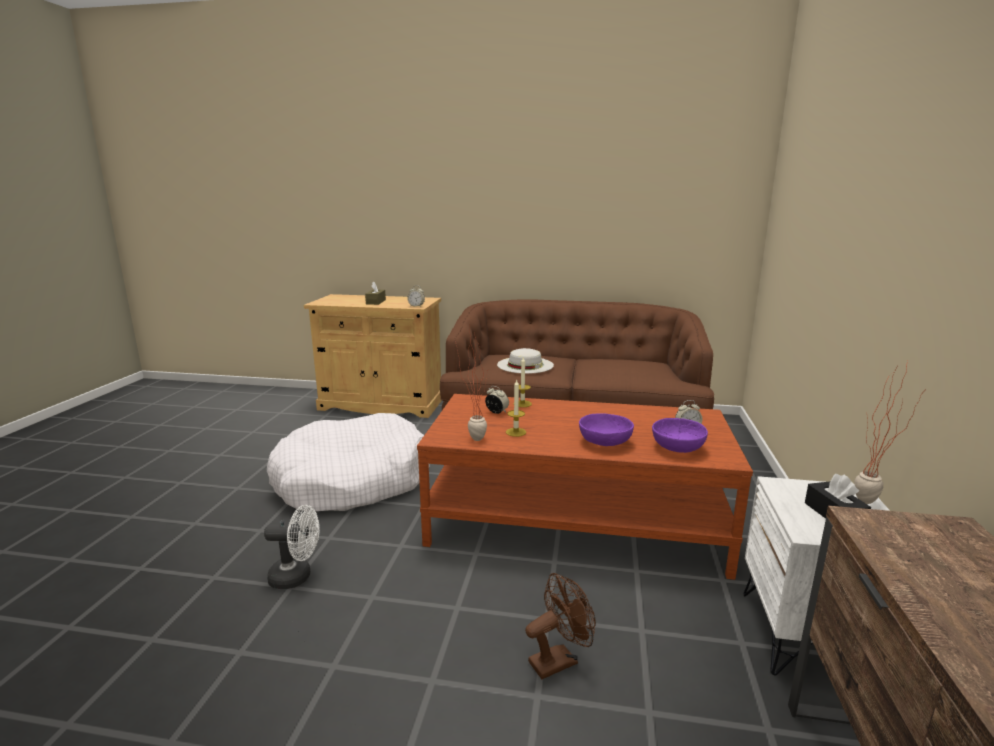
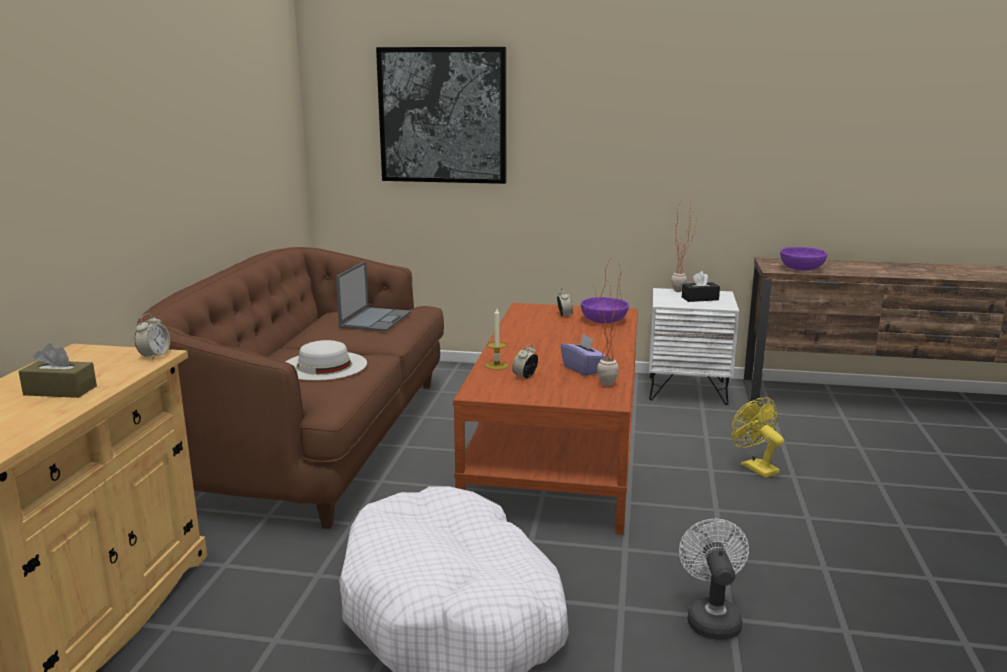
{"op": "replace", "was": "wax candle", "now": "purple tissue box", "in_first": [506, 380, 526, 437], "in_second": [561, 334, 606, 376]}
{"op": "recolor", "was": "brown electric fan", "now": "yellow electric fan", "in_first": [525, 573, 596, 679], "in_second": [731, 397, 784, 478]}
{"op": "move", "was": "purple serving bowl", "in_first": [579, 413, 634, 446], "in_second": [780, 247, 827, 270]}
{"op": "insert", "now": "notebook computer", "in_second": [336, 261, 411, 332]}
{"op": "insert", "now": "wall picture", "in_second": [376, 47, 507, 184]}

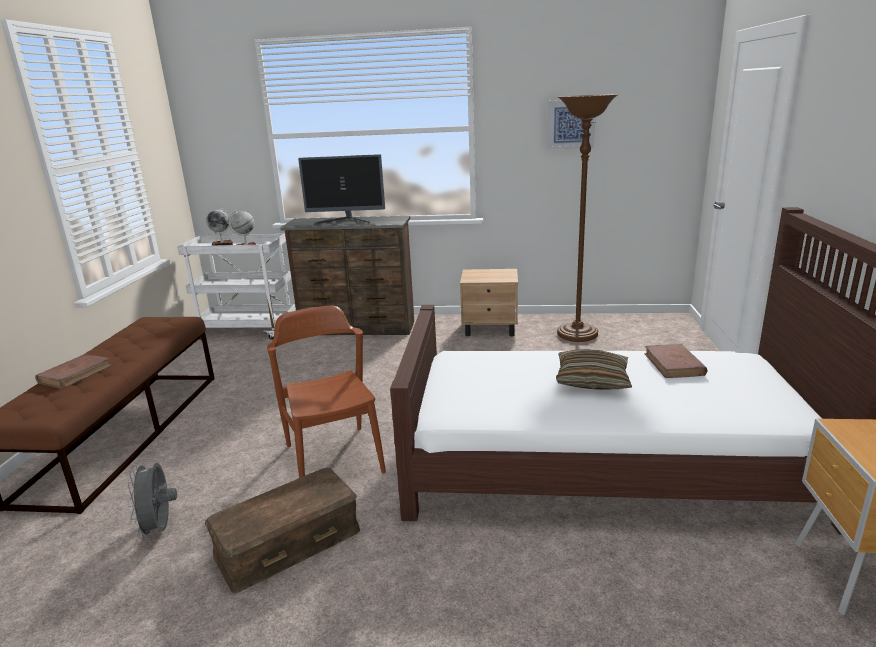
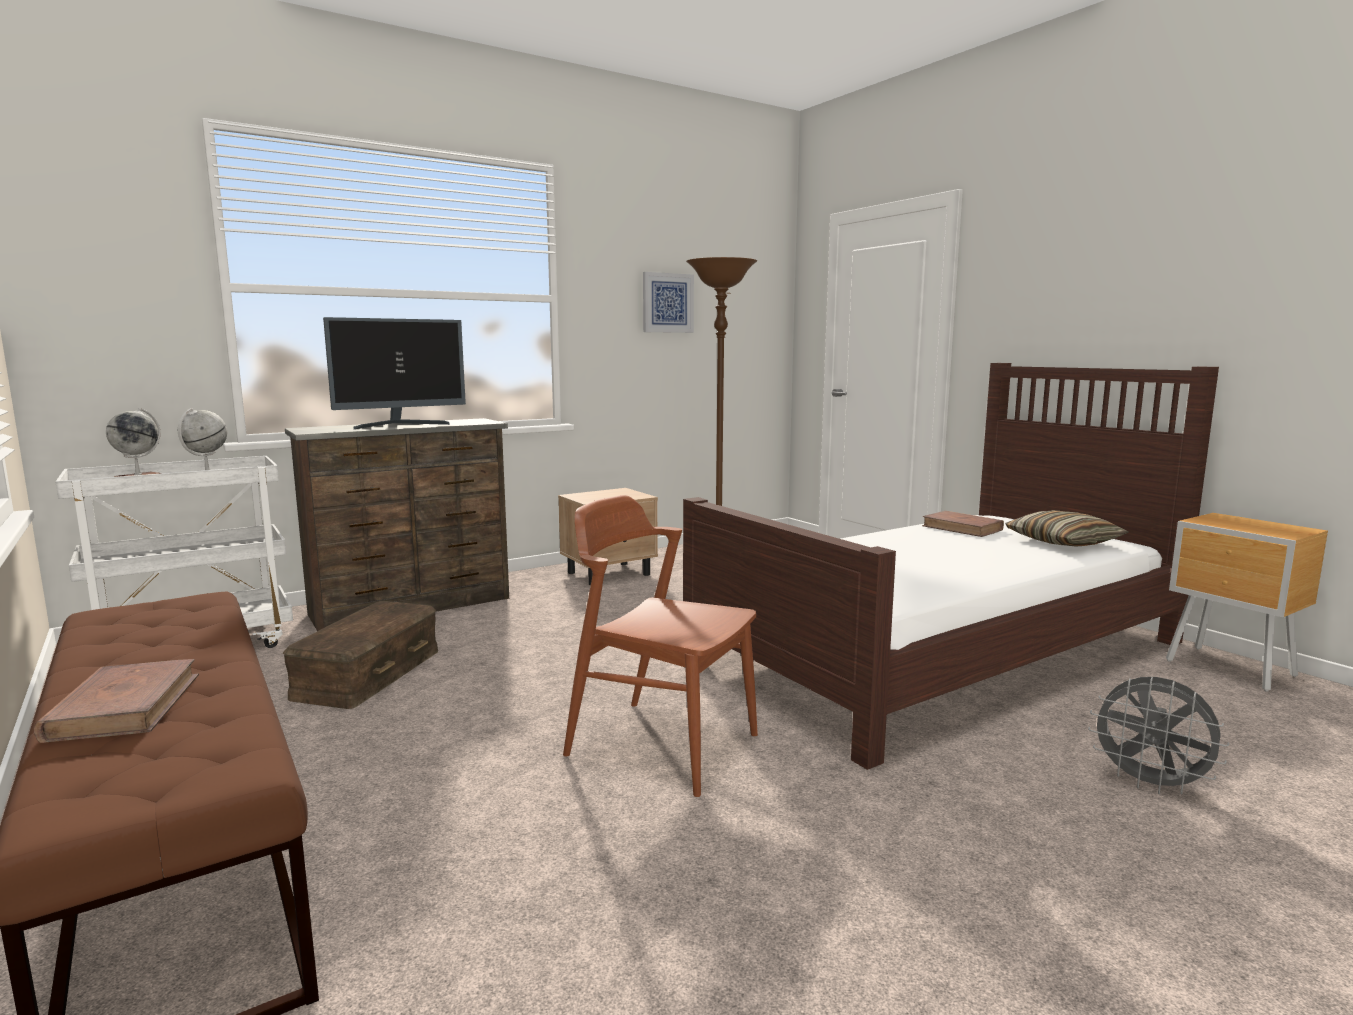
{"op": "move", "was": "greyish electric fan", "in_first": [128, 461, 177, 539], "in_second": [1088, 677, 1229, 794]}
{"op": "move", "was": "brown storage bin", "in_first": [205, 468, 360, 594], "in_second": [283, 601, 438, 709]}
{"op": "move", "was": "throw pillow", "in_first": [556, 349, 632, 390], "in_second": [1005, 510, 1129, 547]}

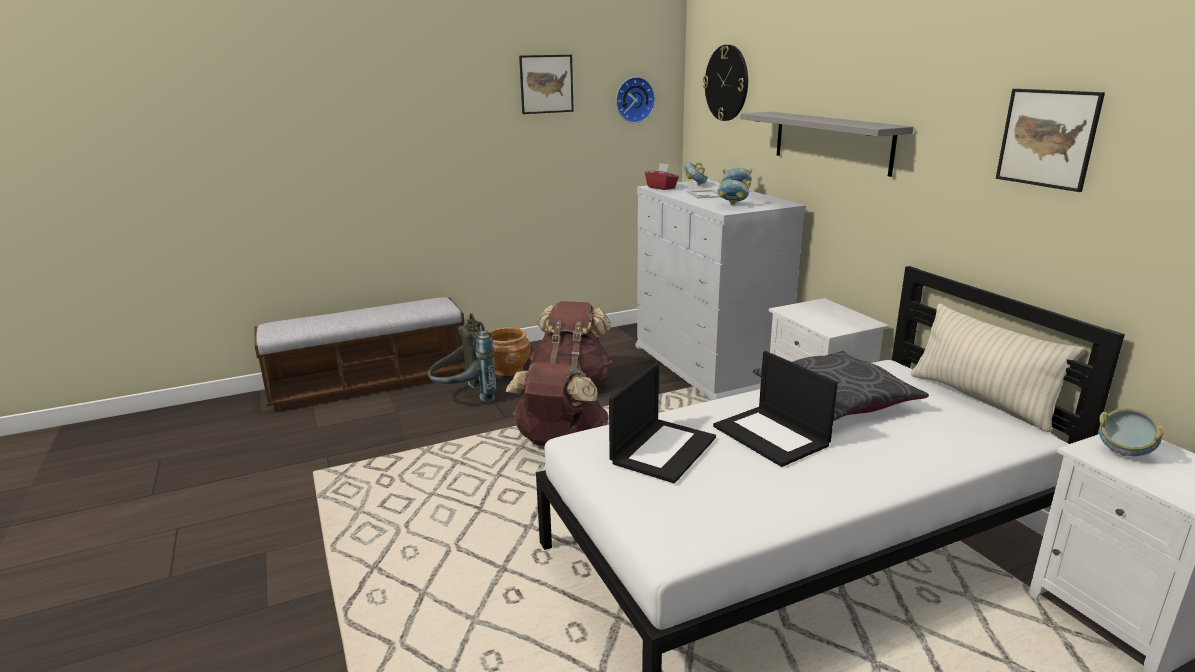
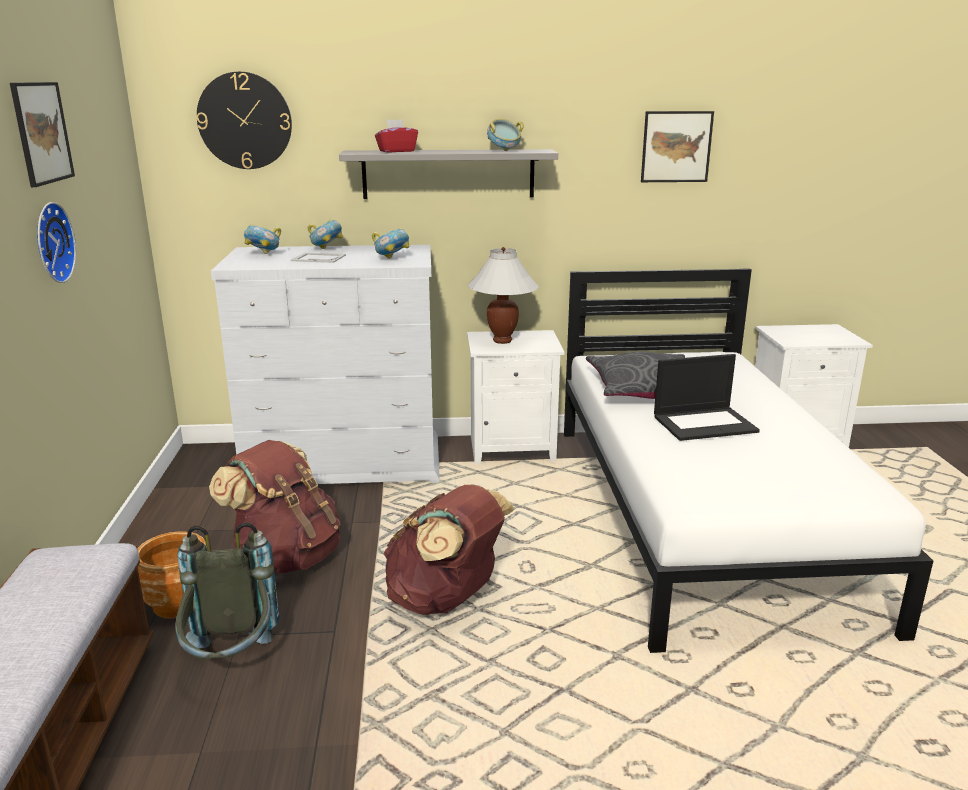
{"op": "delete", "was": "notebook computer", "in_first": [609, 363, 716, 483]}
{"op": "move", "was": "hanging clock", "in_first": [616, 77, 655, 123], "in_second": [37, 202, 76, 283]}
{"op": "move", "was": "red tissue box", "in_first": [645, 163, 679, 190], "in_second": [375, 119, 418, 152]}
{"op": "delete", "was": "beige throw pillow", "in_first": [911, 303, 1084, 432]}
{"op": "move", "was": "serving bowl", "in_first": [1099, 408, 1164, 456], "in_second": [487, 119, 524, 151]}
{"op": "insert", "now": "white lamp for a table", "in_second": [468, 247, 539, 344]}

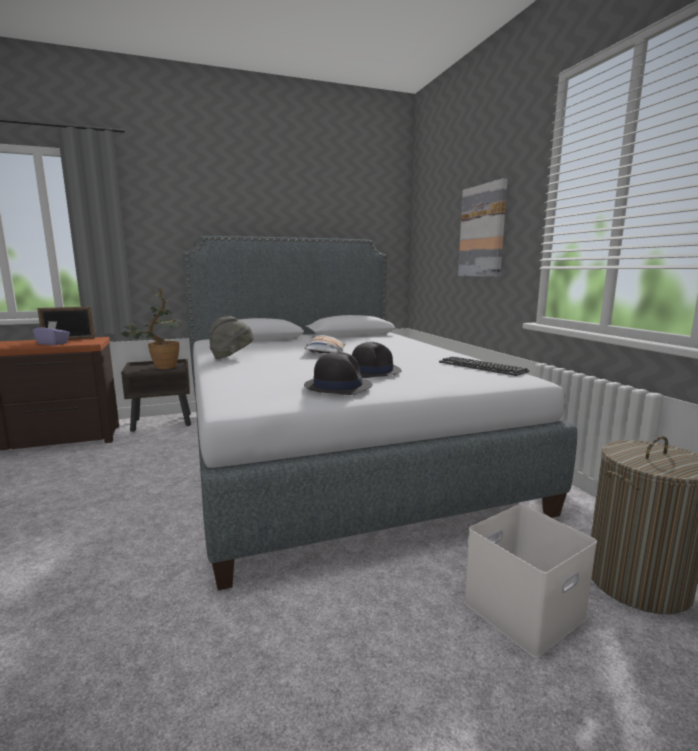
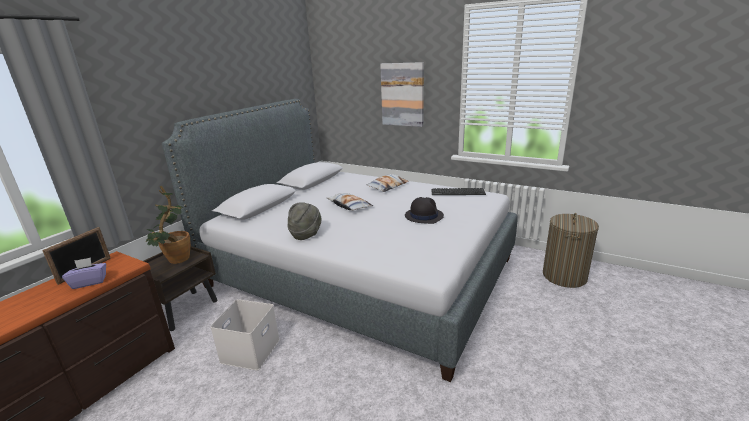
{"op": "delete", "was": "black-coloured wearable hat", "in_first": [304, 352, 373, 395]}
{"op": "move", "was": "white storage bin", "in_first": [464, 504, 597, 658], "in_second": [210, 299, 280, 370]}
{"op": "insert", "now": "throw pillow", "in_second": [366, 174, 408, 192]}

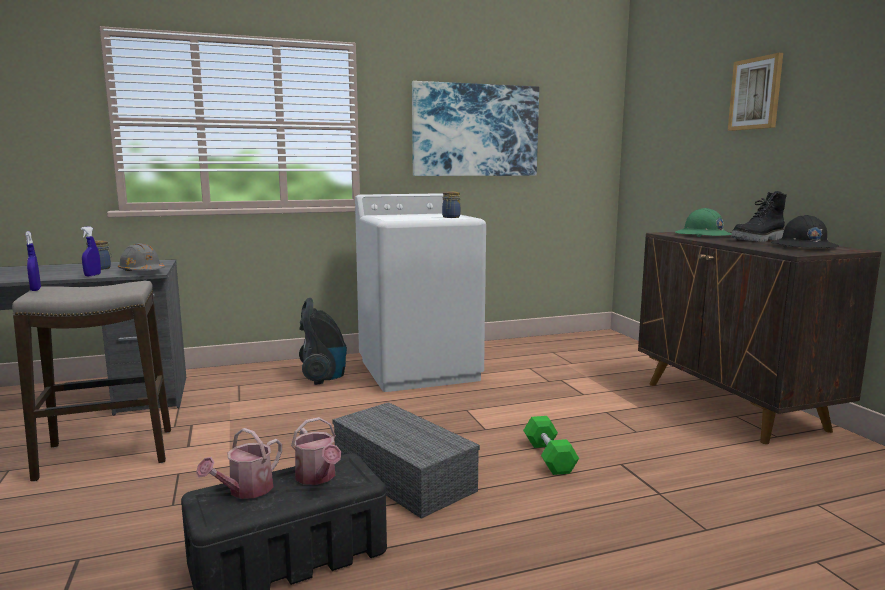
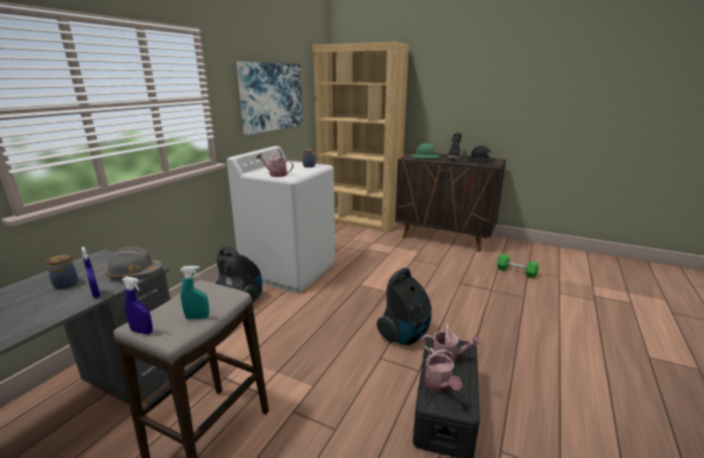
{"op": "replace", "was": "greyish storage bin", "now": "hoover", "in_first": [332, 402, 480, 519], "in_second": [377, 268, 432, 346]}
{"op": "move", "was": "greenish hand weight", "in_first": [523, 416, 579, 475], "in_second": [497, 254, 539, 278]}
{"op": "delete", "was": "wall picture", "in_first": [728, 53, 783, 131]}
{"op": "insert", "now": "turquoise sprayer", "in_second": [180, 266, 209, 319]}
{"op": "insert", "now": "sprinkling can", "in_second": [256, 149, 293, 177]}
{"op": "insert", "now": "brown bookshelf", "in_second": [312, 42, 409, 233]}

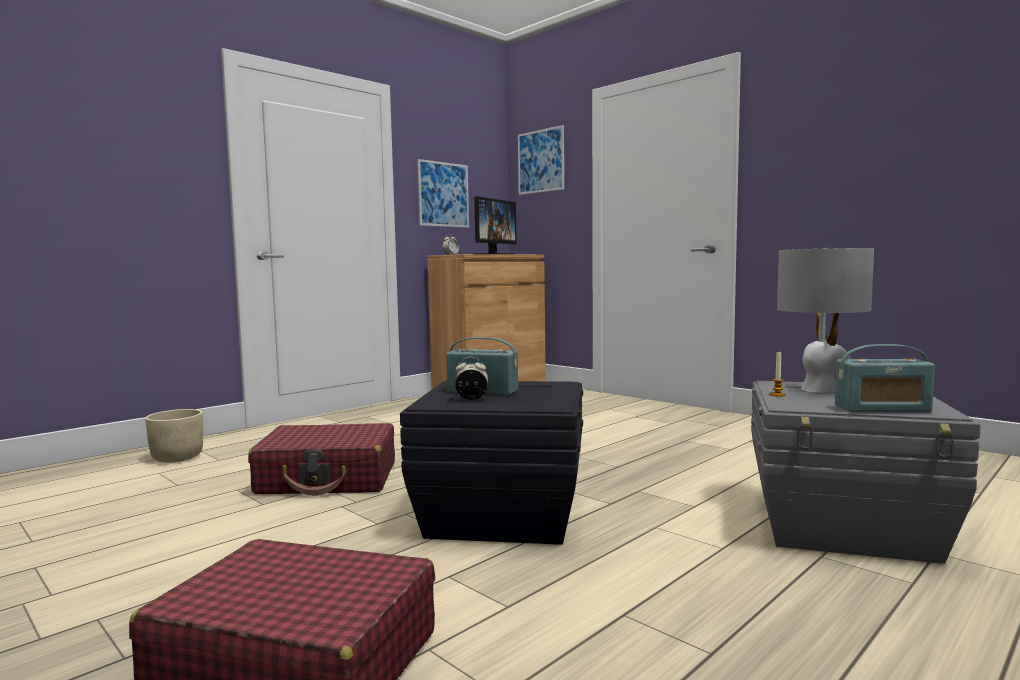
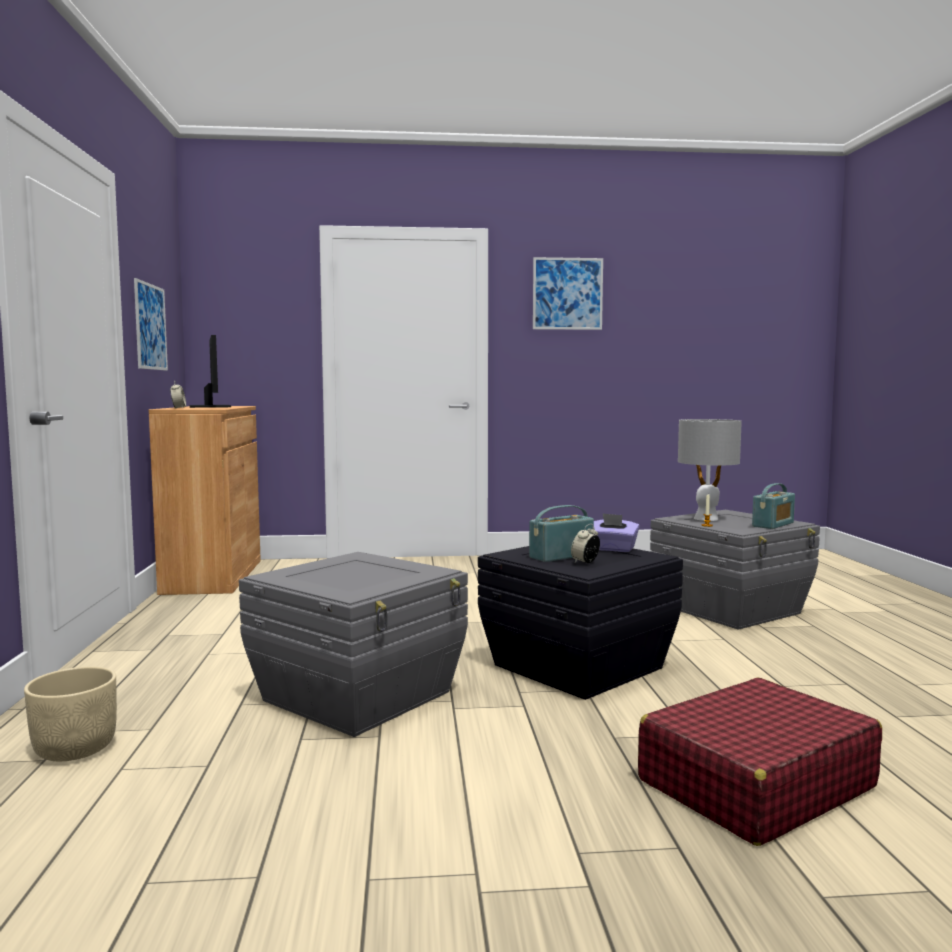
{"op": "replace", "was": "red piece of luggage", "now": "greyish storage bin", "in_first": [248, 423, 395, 496], "in_second": [239, 552, 468, 737]}
{"op": "move", "was": "wall picture", "in_first": [518, 125, 564, 195], "in_second": [533, 257, 603, 330]}
{"op": "insert", "now": "purple tissue box", "in_second": [594, 513, 639, 552]}

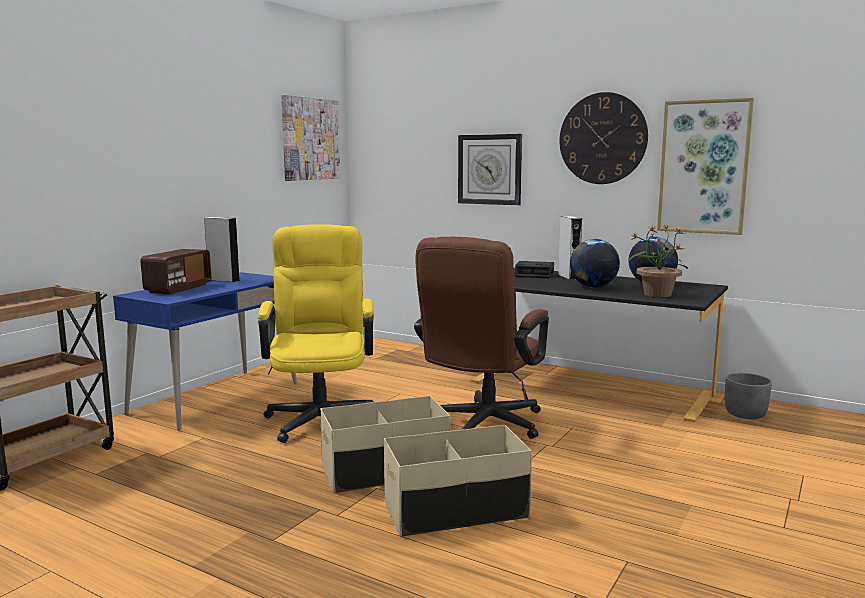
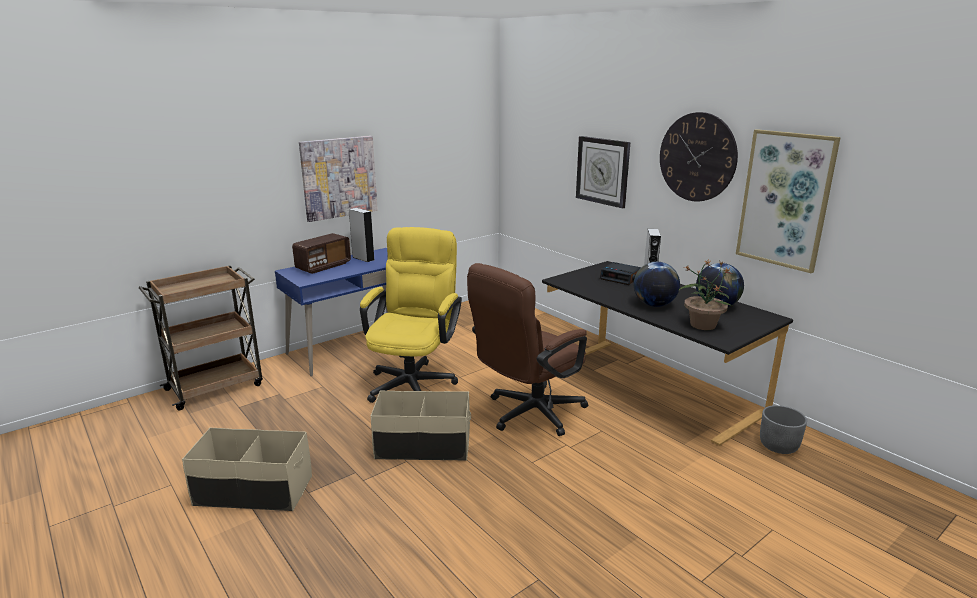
{"op": "move", "was": "wall picture", "in_first": [281, 95, 340, 181], "in_second": [299, 136, 378, 222]}
{"op": "move", "was": "beige storage bin", "in_first": [384, 425, 532, 537], "in_second": [182, 428, 312, 511]}

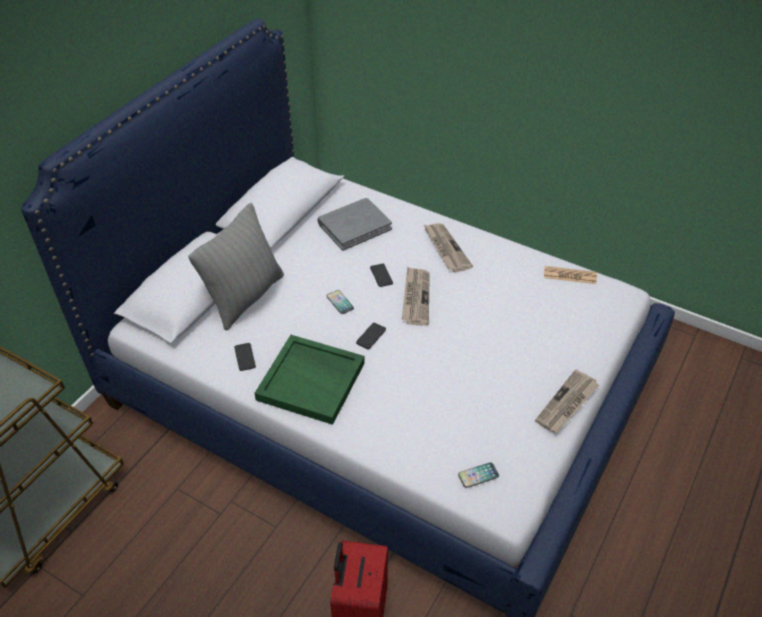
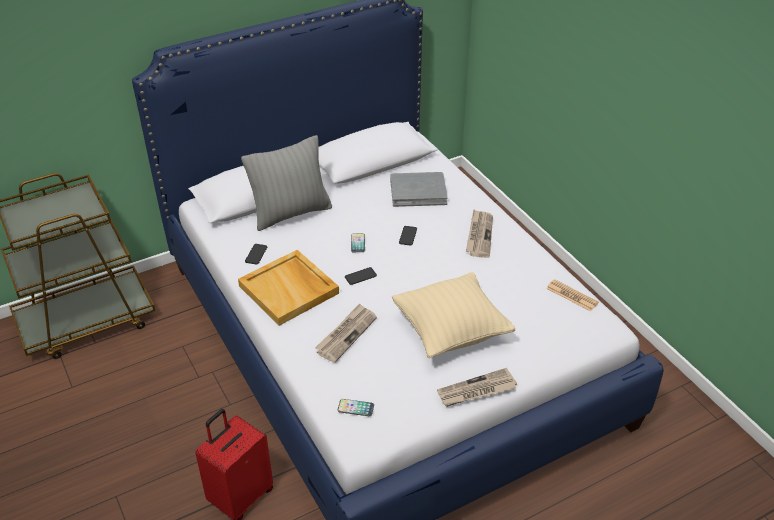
{"op": "recolor", "was": "greenish serving tray", "now": "beige serving tray", "in_first": [255, 335, 365, 425], "in_second": [238, 250, 339, 326]}
{"op": "move", "was": "printed paper", "in_first": [402, 267, 430, 326], "in_second": [315, 303, 377, 363]}
{"op": "insert", "now": "beige throw pillow", "in_second": [392, 272, 515, 358]}

